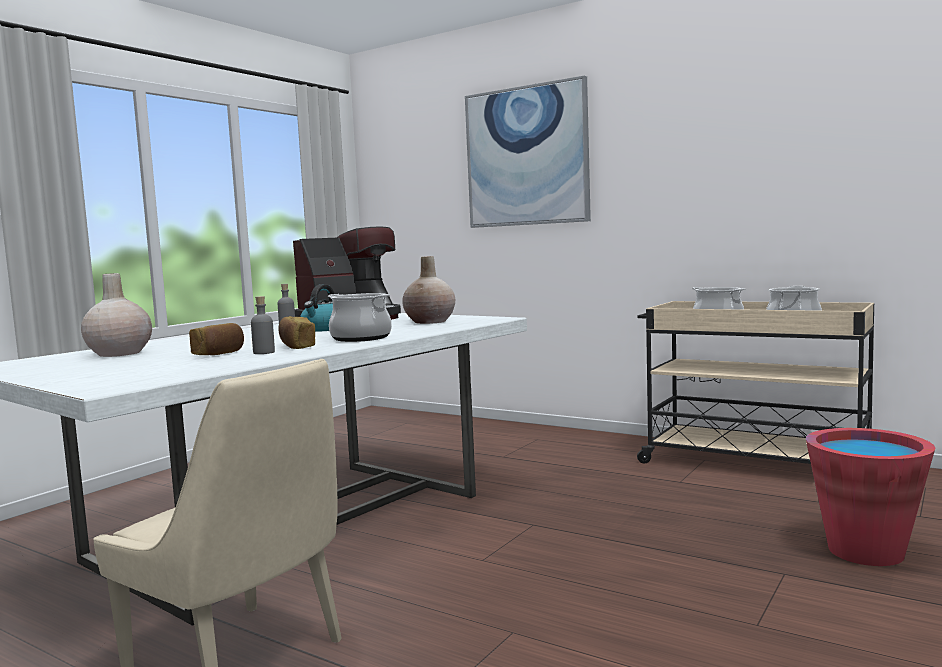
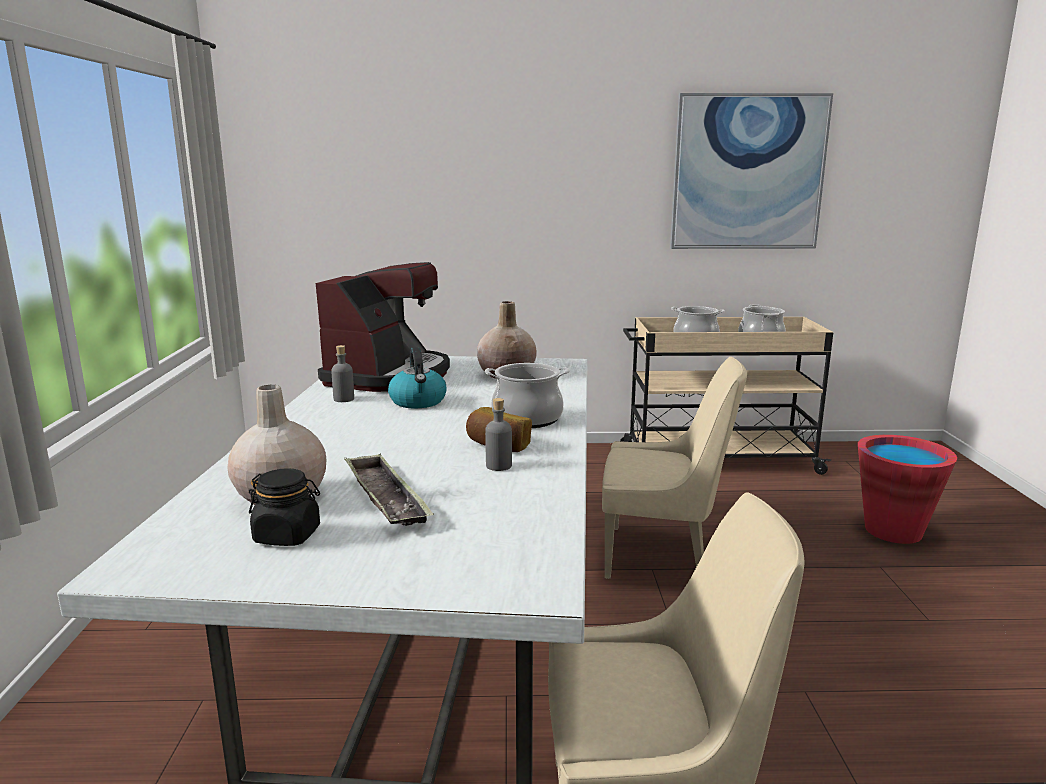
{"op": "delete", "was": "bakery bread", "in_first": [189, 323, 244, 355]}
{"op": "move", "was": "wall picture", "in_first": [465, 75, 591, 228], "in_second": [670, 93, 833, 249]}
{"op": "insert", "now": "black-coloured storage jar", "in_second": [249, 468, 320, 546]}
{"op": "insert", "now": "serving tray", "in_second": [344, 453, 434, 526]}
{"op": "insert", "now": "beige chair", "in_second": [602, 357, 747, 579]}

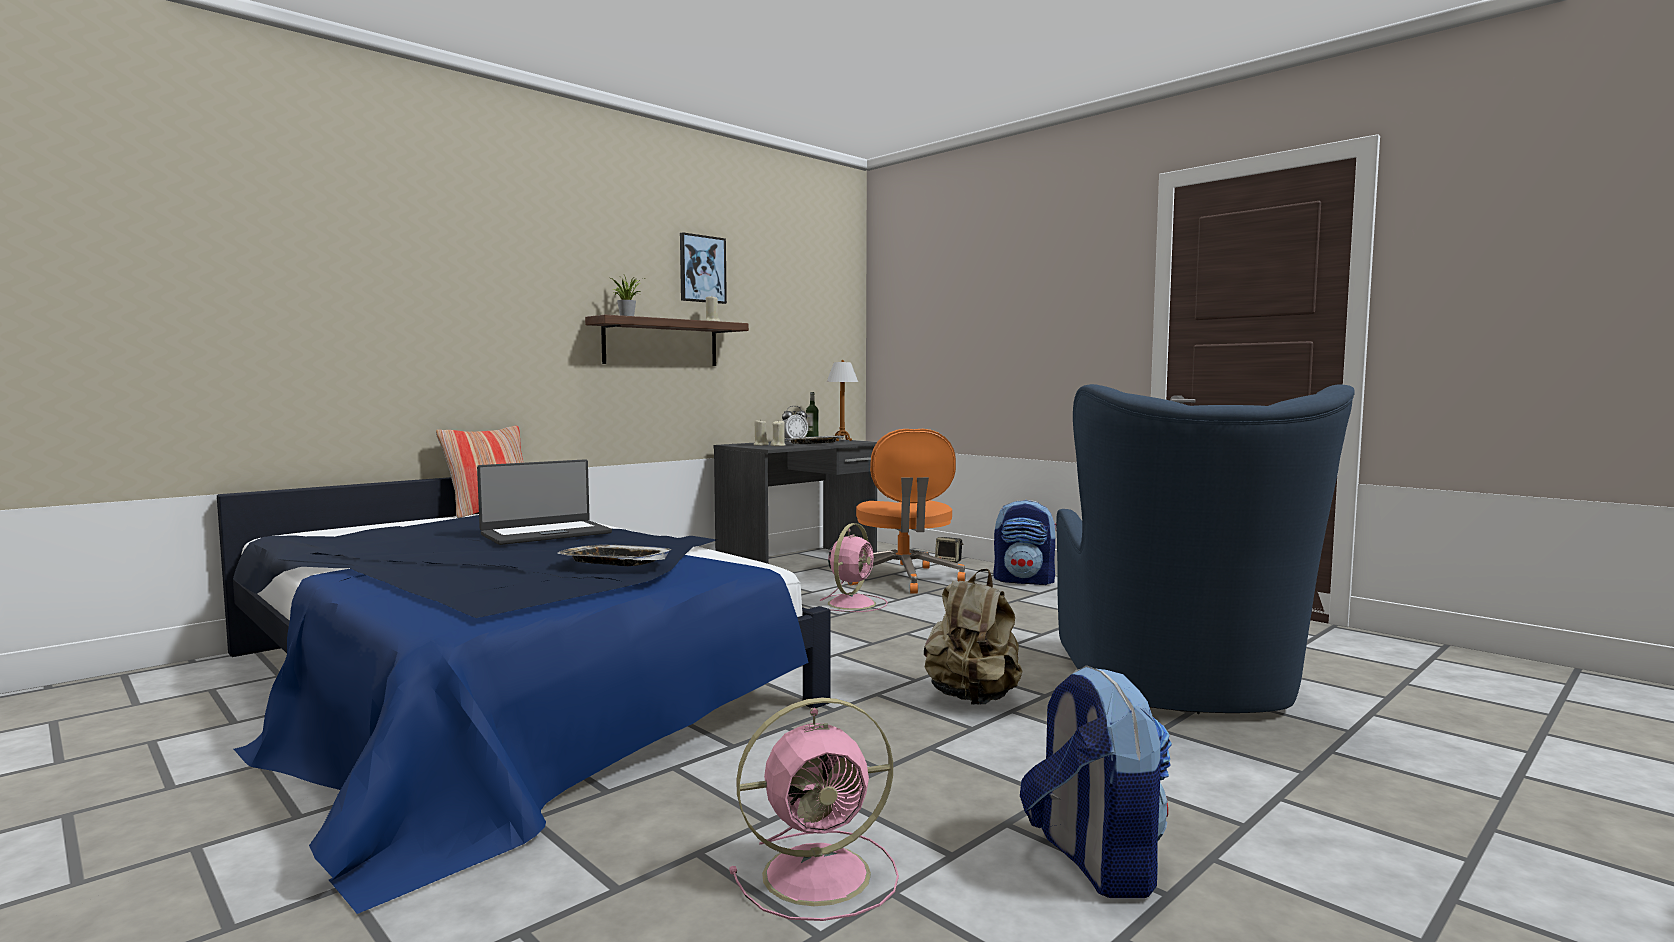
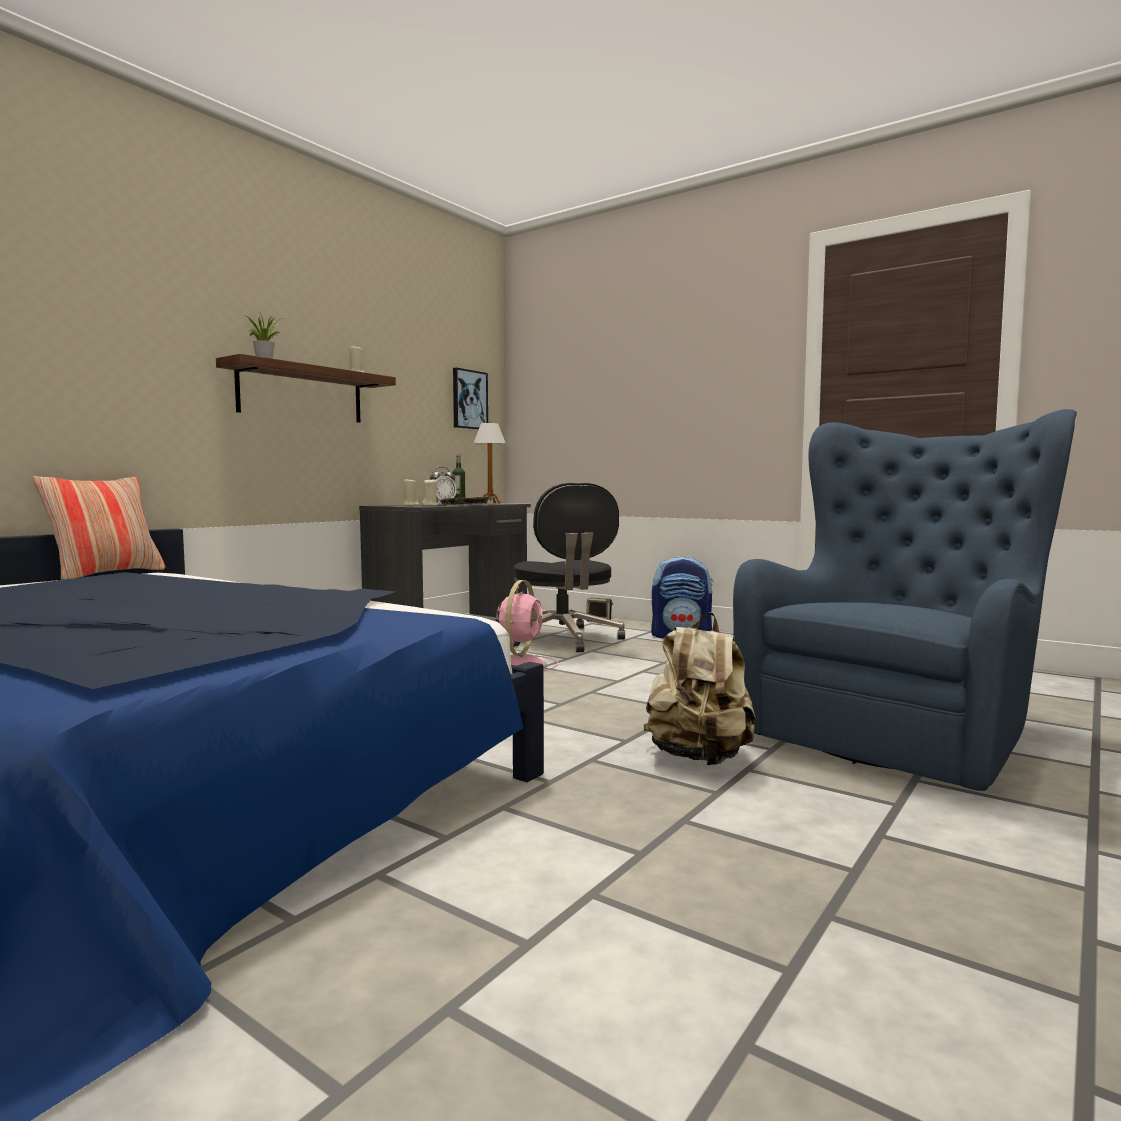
{"op": "delete", "was": "notebook computer", "in_first": [477, 459, 612, 545]}
{"op": "delete", "was": "serving tray", "in_first": [557, 544, 673, 566]}
{"op": "move", "was": "wall picture", "in_first": [680, 232, 727, 304], "in_second": [453, 368, 488, 430]}
{"op": "delete", "was": "pinkish electric fan", "in_first": [729, 698, 899, 921]}
{"op": "recolor", "was": "orange desk chair", "now": "black-coloured desk chair", "in_first": [848, 429, 966, 594], "in_second": [512, 483, 625, 652]}
{"op": "delete", "was": "knapsack", "in_first": [1020, 665, 1172, 898]}
{"op": "rotate", "was": "bluish lounge chair", "in_first": [1056, 384, 1355, 714], "in_second": [733, 409, 1077, 791], "clockwise": -135}

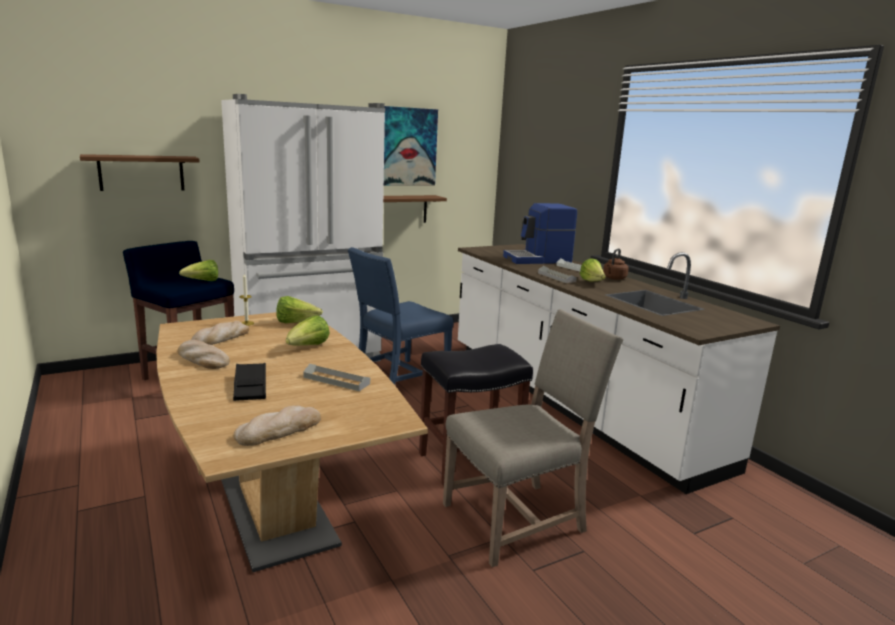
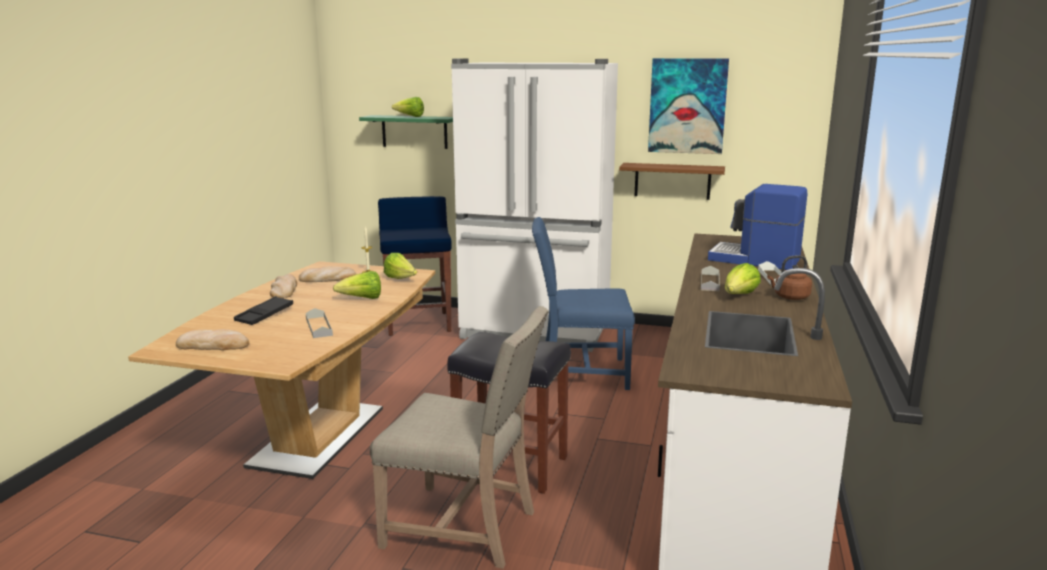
{"op": "recolor", "was": "brown wall shelf", "now": "greenish wall shelf", "in_first": [80, 154, 200, 191], "in_second": [359, 115, 453, 149]}
{"op": "move", "was": "head of lettuce", "in_first": [179, 260, 218, 281], "in_second": [392, 97, 424, 117]}

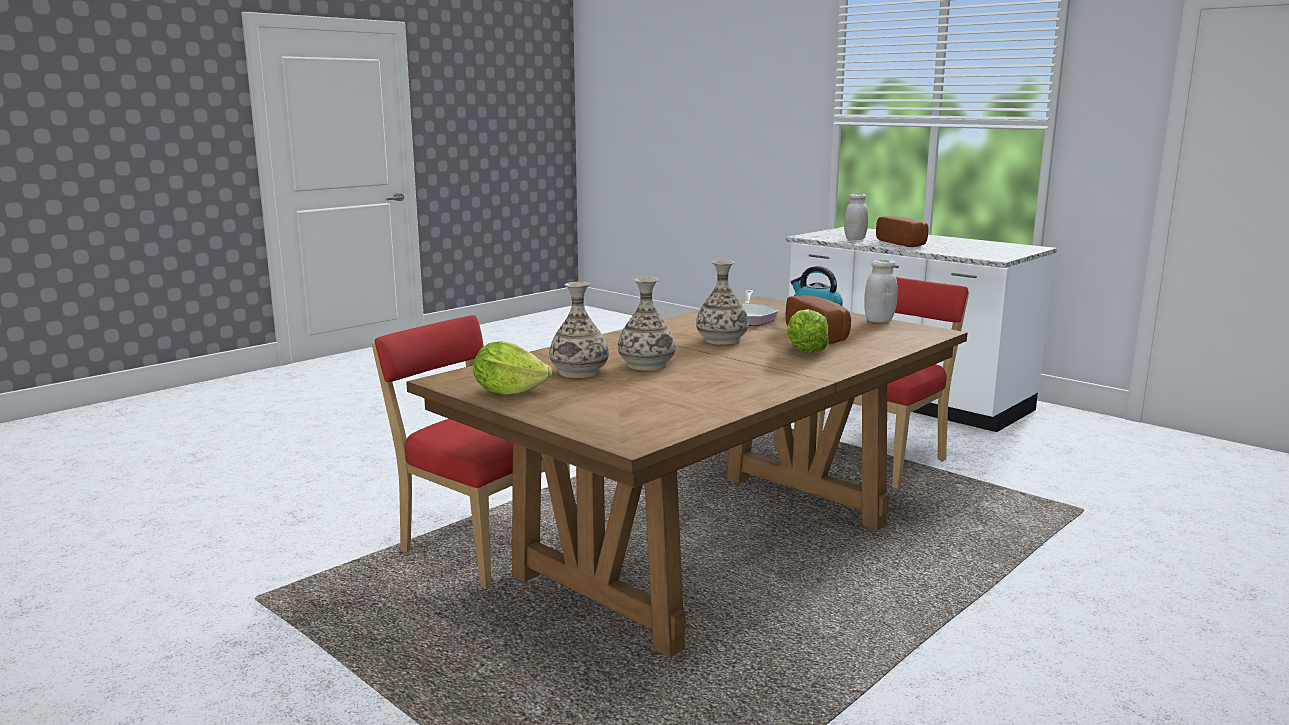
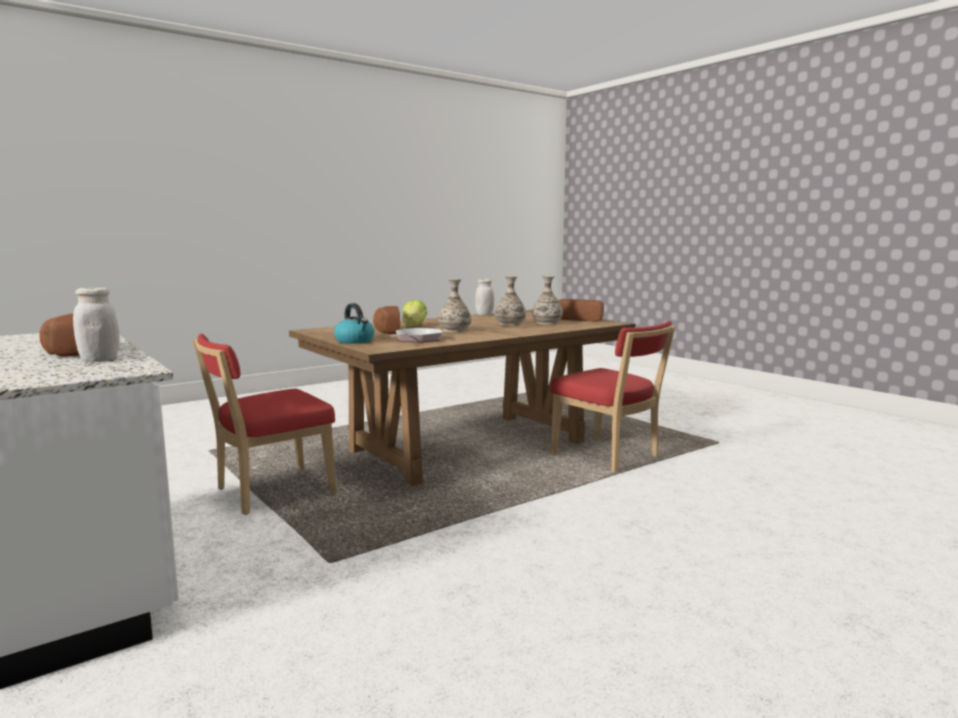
{"op": "replace", "was": "head of lettuce", "now": "bakery bread", "in_first": [473, 341, 552, 395], "in_second": [558, 299, 604, 322]}
{"op": "move", "was": "white storage jar", "in_first": [864, 260, 898, 323], "in_second": [475, 279, 494, 315]}

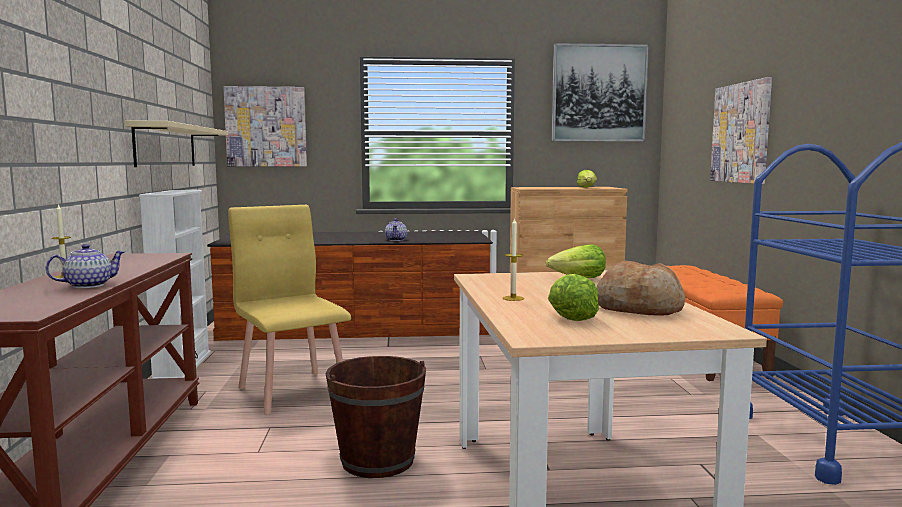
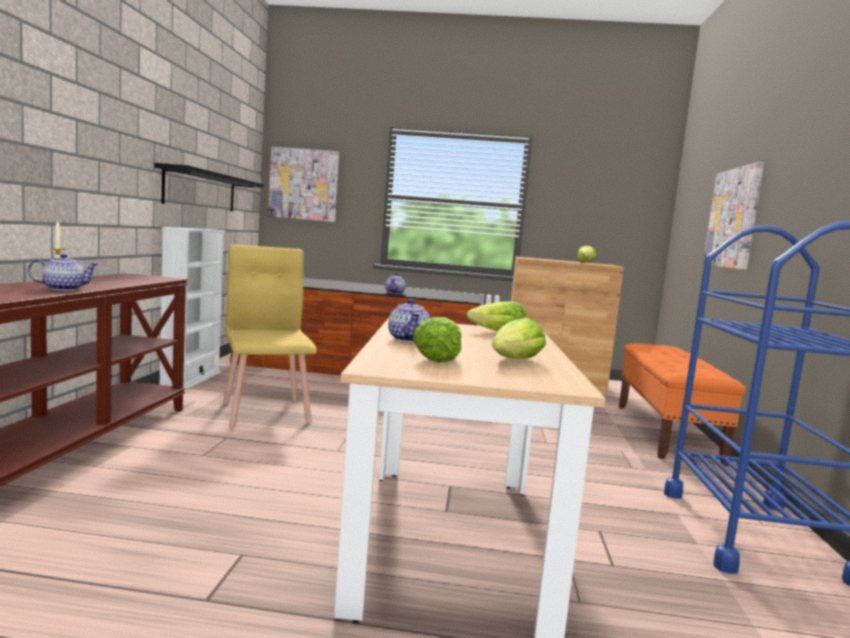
{"op": "recolor", "was": "beige wall shelf", "now": "black-coloured wall shelf", "in_first": [124, 121, 228, 167], "in_second": [154, 163, 264, 212]}
{"op": "delete", "was": "brown bucket", "in_first": [325, 356, 426, 478]}
{"op": "replace", "was": "wax candle", "now": "tea pot", "in_first": [503, 217, 524, 301], "in_second": [388, 299, 430, 343]}
{"op": "delete", "was": "wall picture", "in_first": [552, 43, 649, 142]}
{"op": "replace", "was": "bakery bread", "now": "head of lettuce", "in_first": [596, 261, 685, 316], "in_second": [492, 318, 546, 359]}

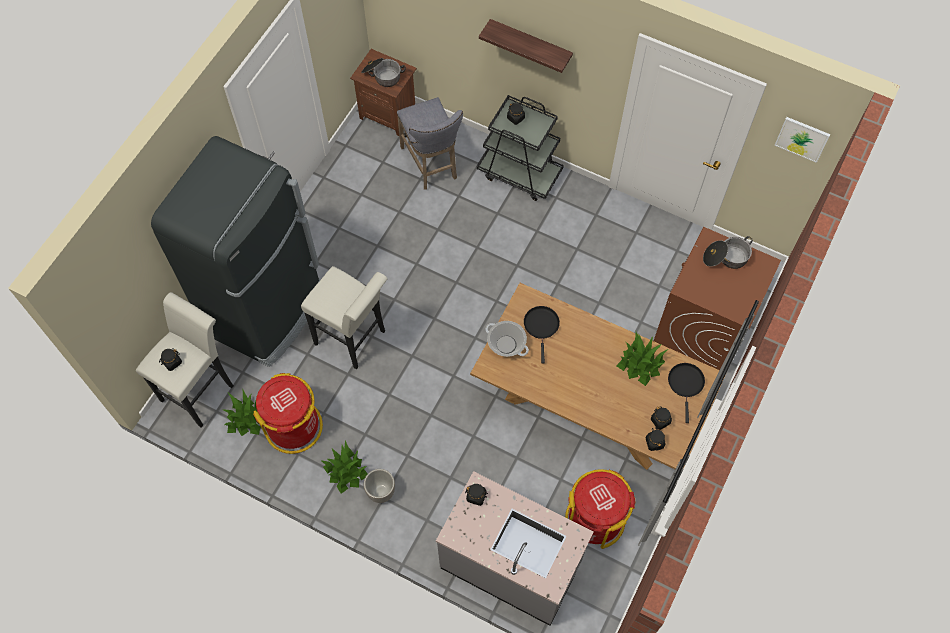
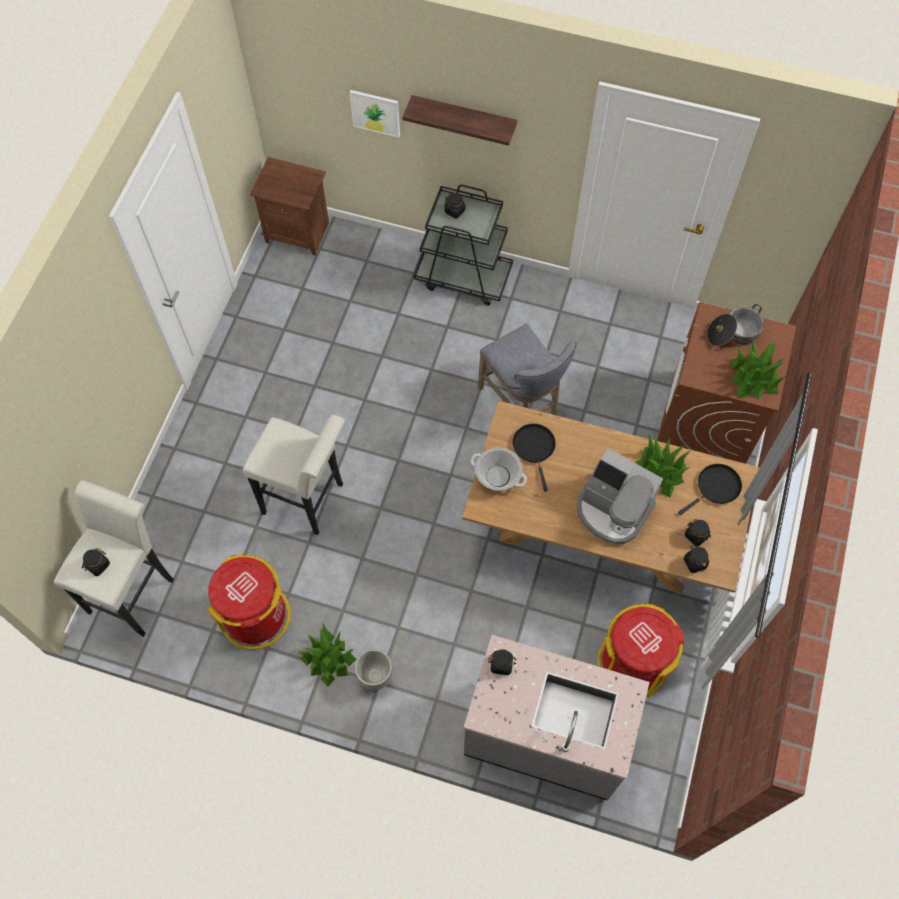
{"op": "delete", "was": "black-coloured refrigerator", "in_first": [151, 136, 320, 367]}
{"op": "move", "was": "potted plant", "in_first": [223, 390, 260, 436], "in_second": [730, 340, 786, 399]}
{"op": "delete", "was": "stockpot", "in_first": [361, 58, 406, 87]}
{"op": "move", "was": "greyish stool", "in_first": [397, 97, 463, 190], "in_second": [478, 324, 577, 415]}
{"op": "rotate", "was": "black-coloured skillet", "in_first": [668, 363, 705, 423], "in_second": [678, 464, 742, 515], "clockwise": 60}
{"op": "move", "was": "wall picture", "in_first": [774, 117, 830, 163], "in_second": [350, 90, 400, 138]}
{"op": "insert", "now": "coffee maker", "in_second": [577, 448, 663, 544]}

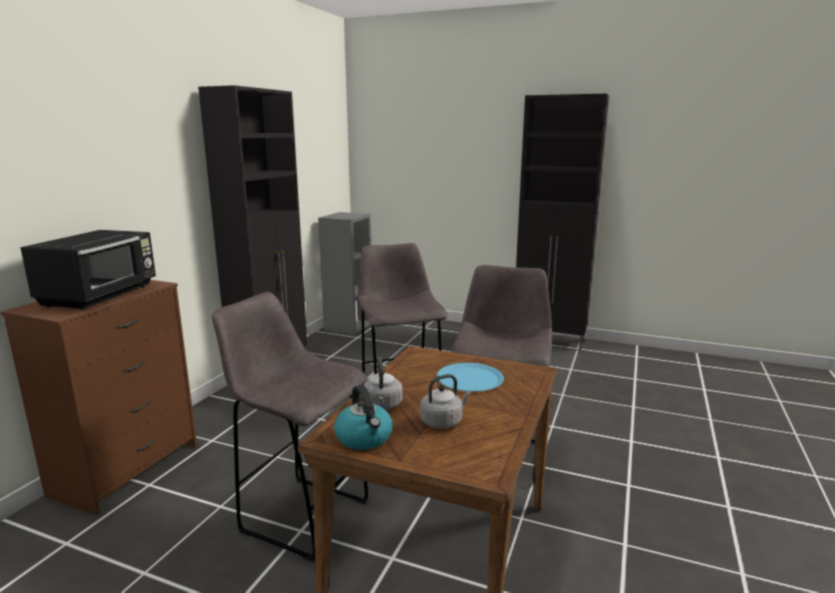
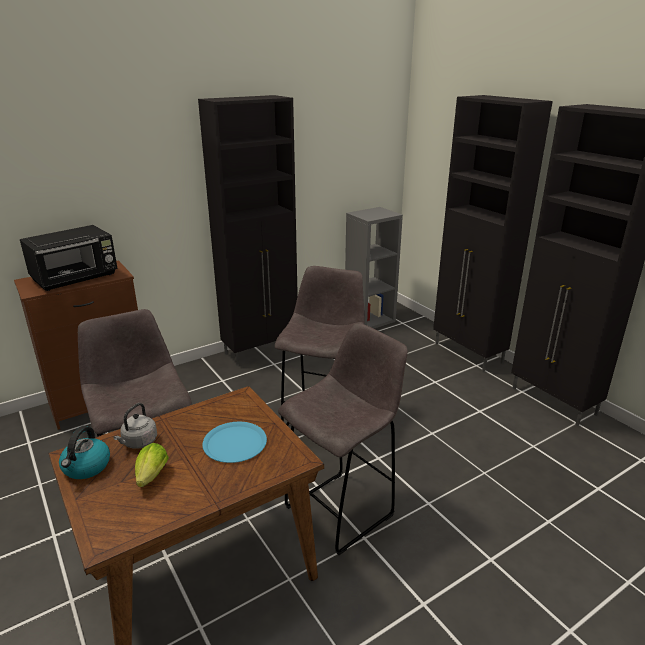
{"op": "replace", "was": "greyish water kettle", "now": "head of lettuce", "in_first": [420, 374, 472, 429], "in_second": [135, 443, 169, 487]}
{"op": "insert", "now": "black-coloured cupboard", "in_second": [433, 95, 553, 371]}

